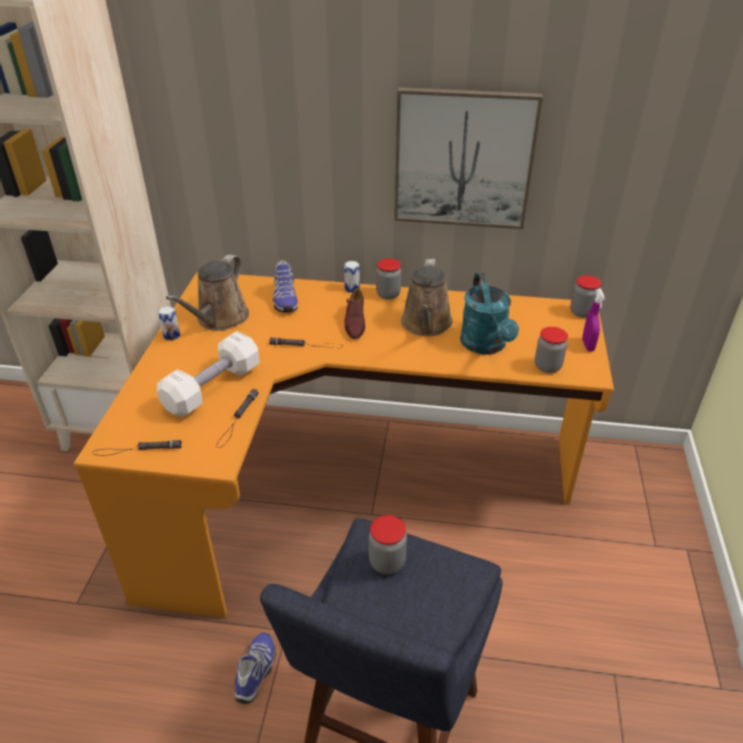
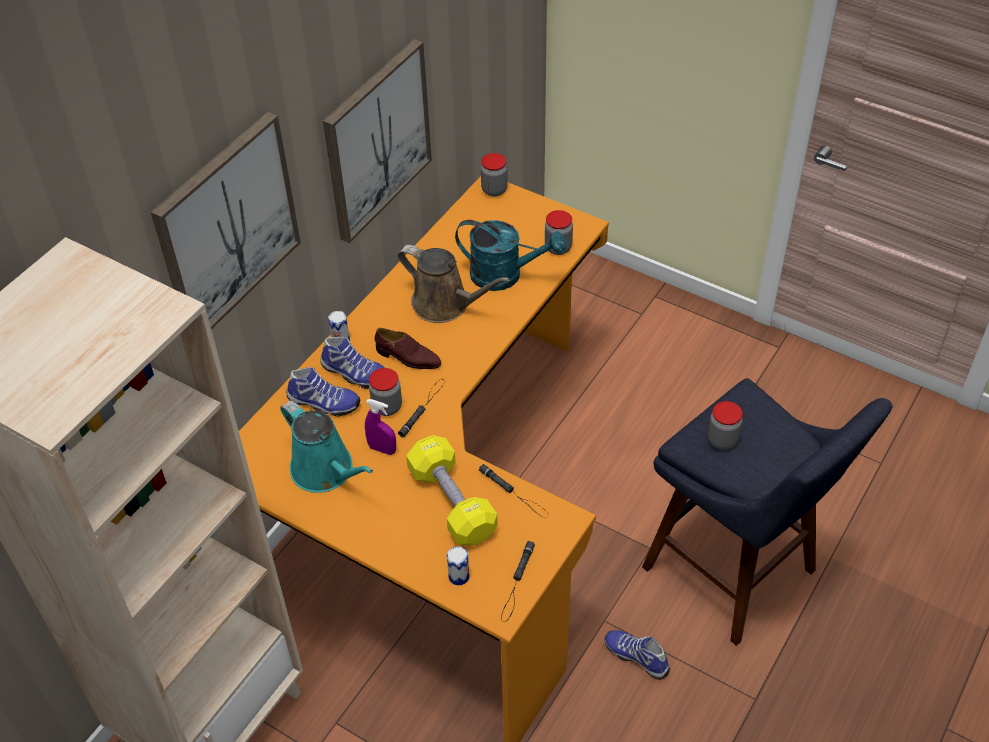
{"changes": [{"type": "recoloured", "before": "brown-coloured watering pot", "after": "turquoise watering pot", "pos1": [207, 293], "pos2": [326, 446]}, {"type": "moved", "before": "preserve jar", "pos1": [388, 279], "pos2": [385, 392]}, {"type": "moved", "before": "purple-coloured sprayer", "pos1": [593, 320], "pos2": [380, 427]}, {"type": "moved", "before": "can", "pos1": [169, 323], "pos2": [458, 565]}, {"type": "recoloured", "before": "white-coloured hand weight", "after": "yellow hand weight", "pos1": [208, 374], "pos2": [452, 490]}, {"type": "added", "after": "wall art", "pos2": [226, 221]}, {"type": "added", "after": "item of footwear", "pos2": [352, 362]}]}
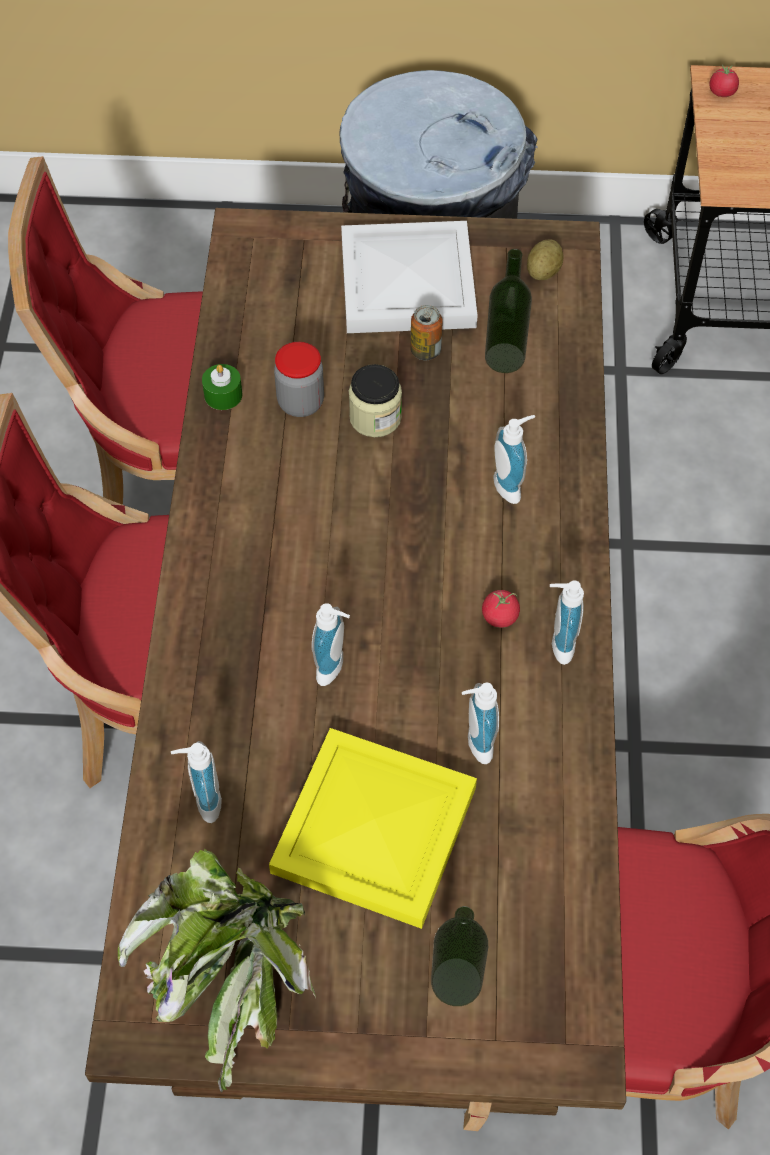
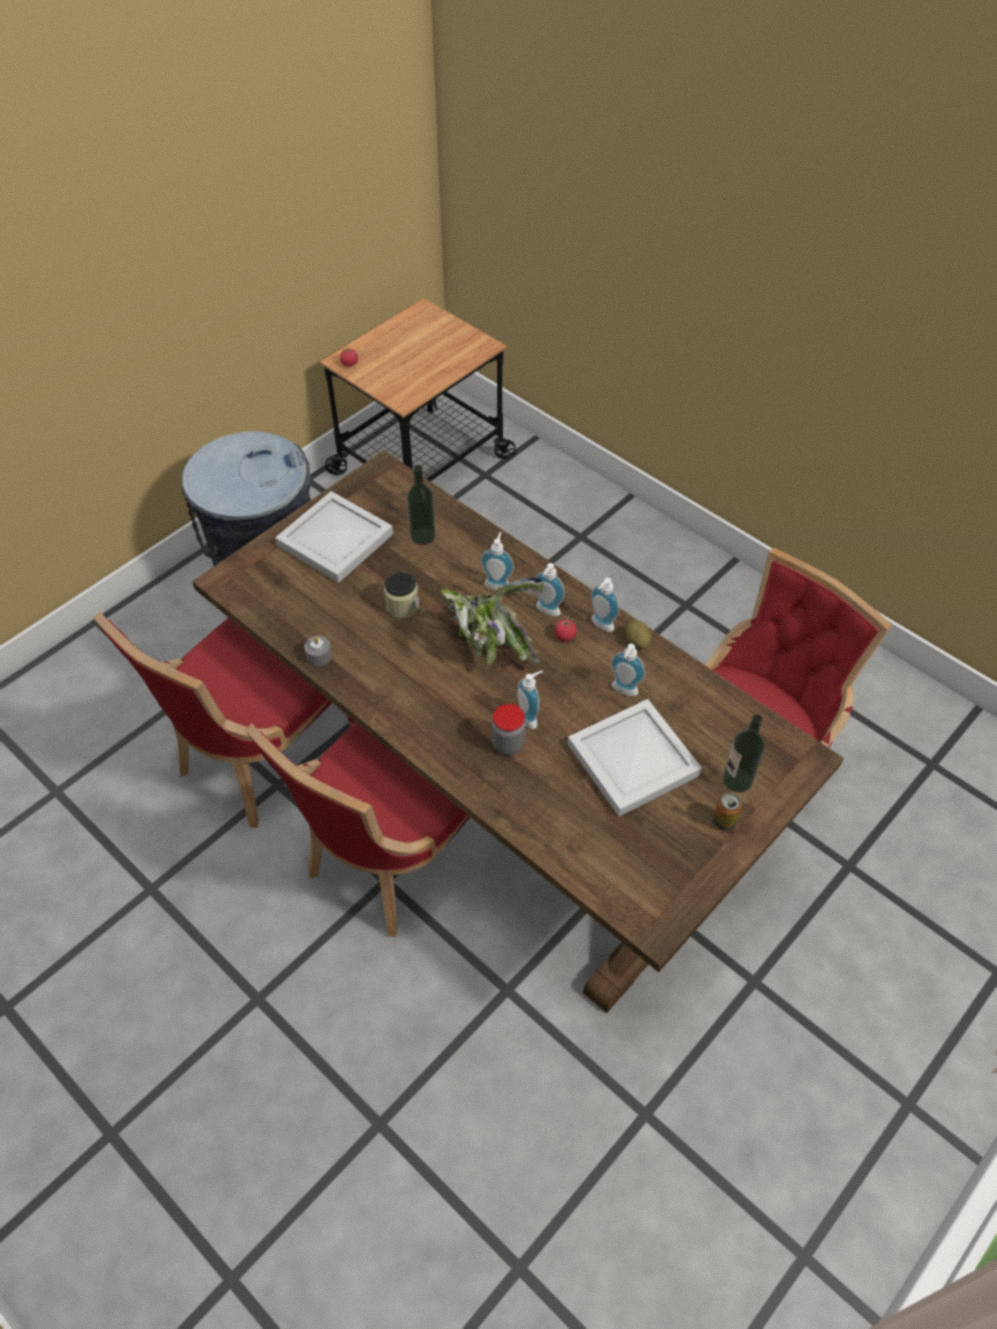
{"changes": [{"type": "moved", "before": "whole potato", "pos1": [545, 260], "pos2": [638, 634]}, {"type": "moved", "before": "can", "pos1": [426, 332], "pos2": [727, 812]}, {"type": "moved", "before": "preserve jar", "pos1": [299, 379], "pos2": [509, 729]}, {"type": "recoloured", "before": "green candle", "after": "grey candle", "pos1": [222, 387], "pos2": [318, 651]}, {"type": "recoloured", "before": "yellow tray", "after": "white-coloured tray", "pos1": [373, 828], "pos2": [635, 757]}, {"type": "moved", "before": "liquid soap bottle", "pos1": [196, 782], "pos2": [550, 589]}, {"type": "moved", "before": "houseplant", "pos1": [217, 970], "pos2": [492, 621]}]}
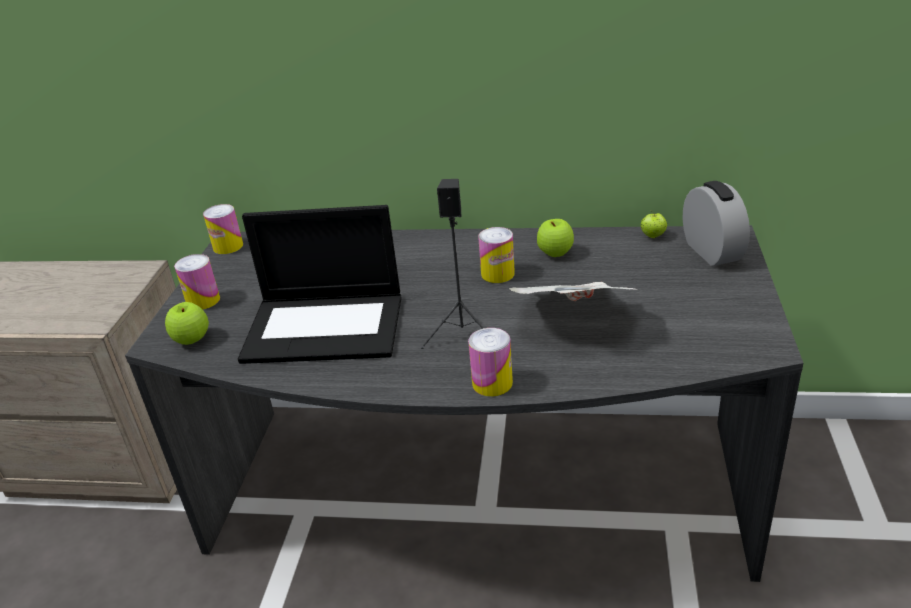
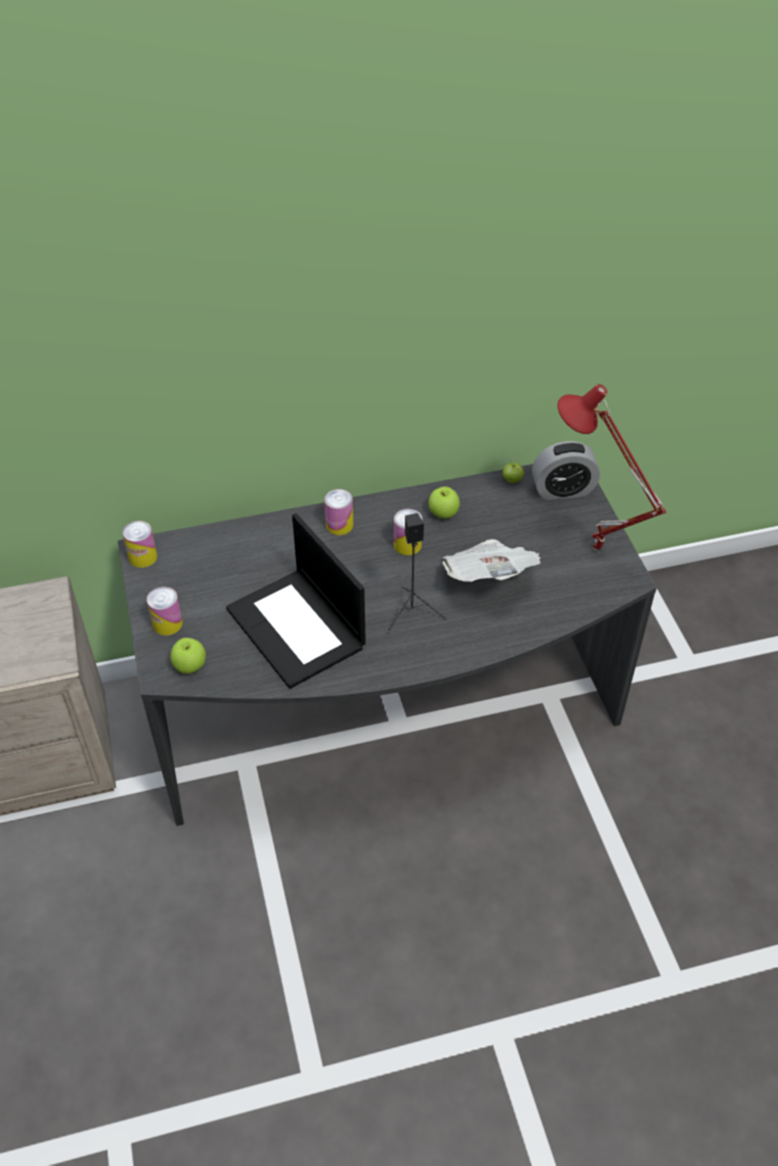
{"changes": [{"type": "turned", "before": "table clock", "pos1": [716, 223], "pos2": [566, 470], "turn": 120}, {"type": "turned", "before": "notebook computer", "pos1": [319, 284], "pos2": [296, 601], "turn": 75}, {"type": "moved", "before": "can", "pos1": [490, 362], "pos2": [338, 512]}, {"type": "added", "after": "red tabletop lamp", "pos2": [612, 468]}]}
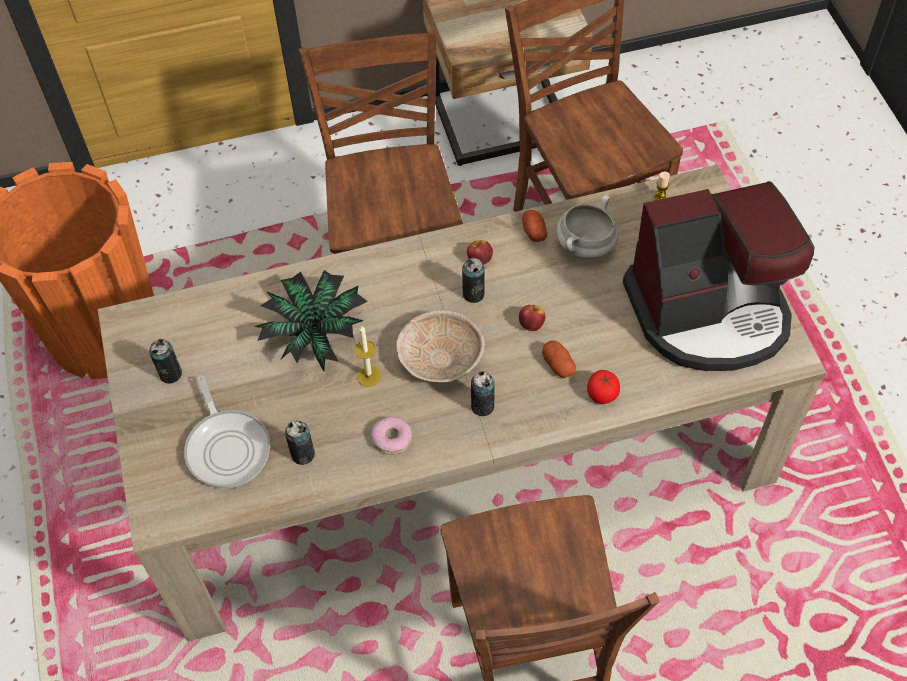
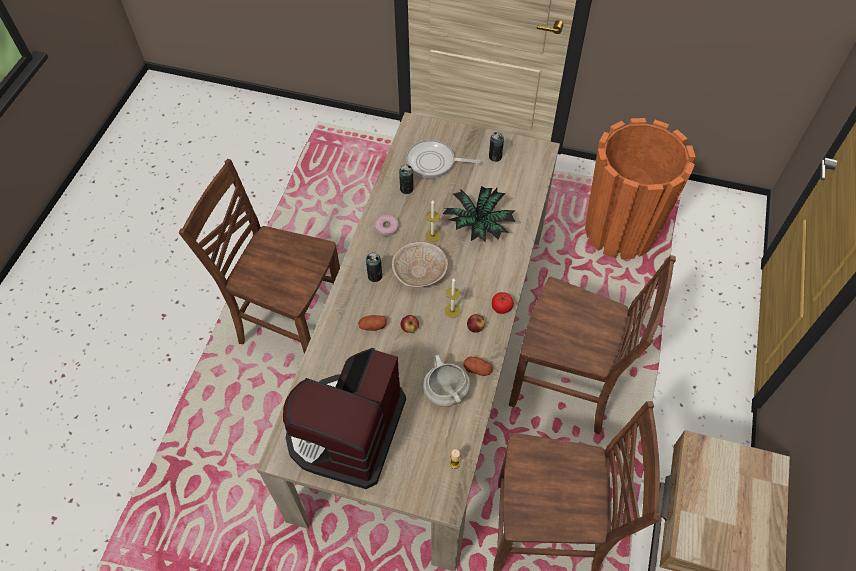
{"changes": [{"type": "replaced", "before": "can", "after": "candle", "pos1": [473, 280], "pos2": [452, 298]}, {"type": "moved", "before": "fresh tomato", "pos1": [603, 387], "pos2": [503, 303]}]}
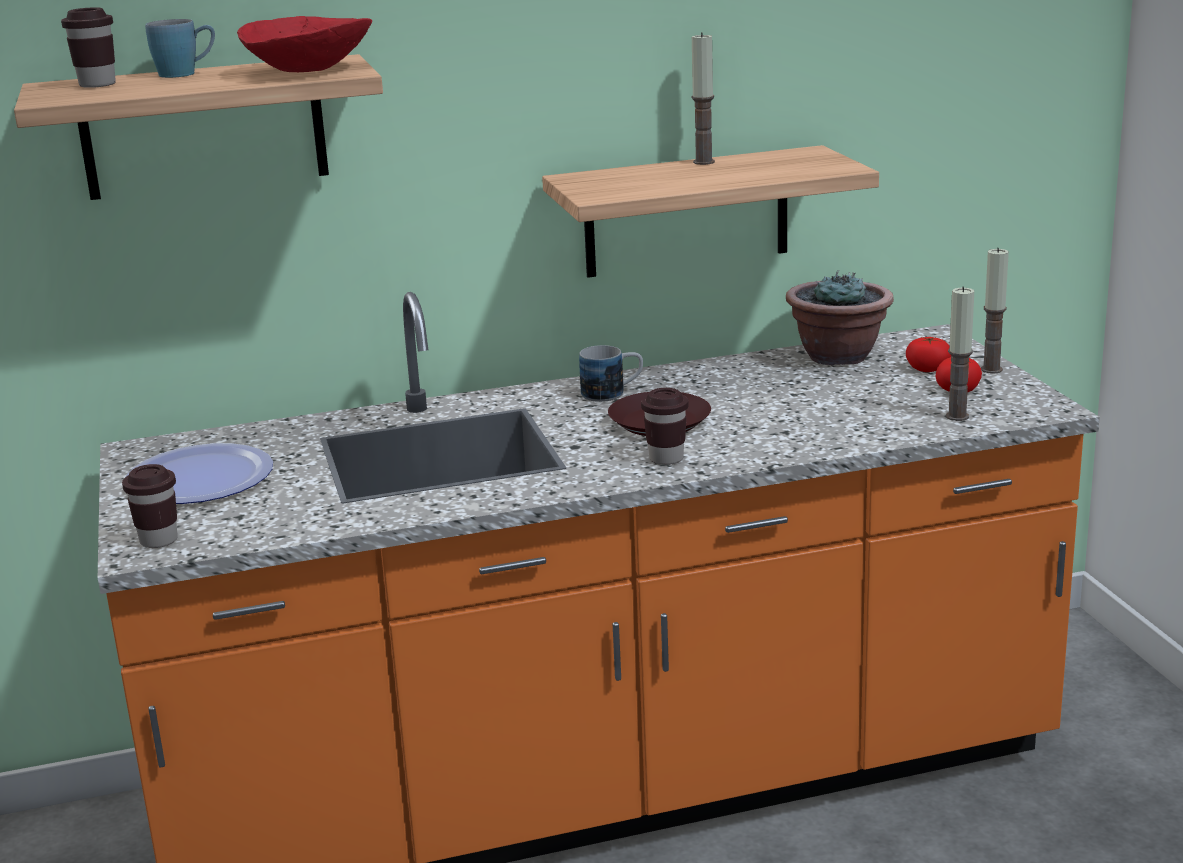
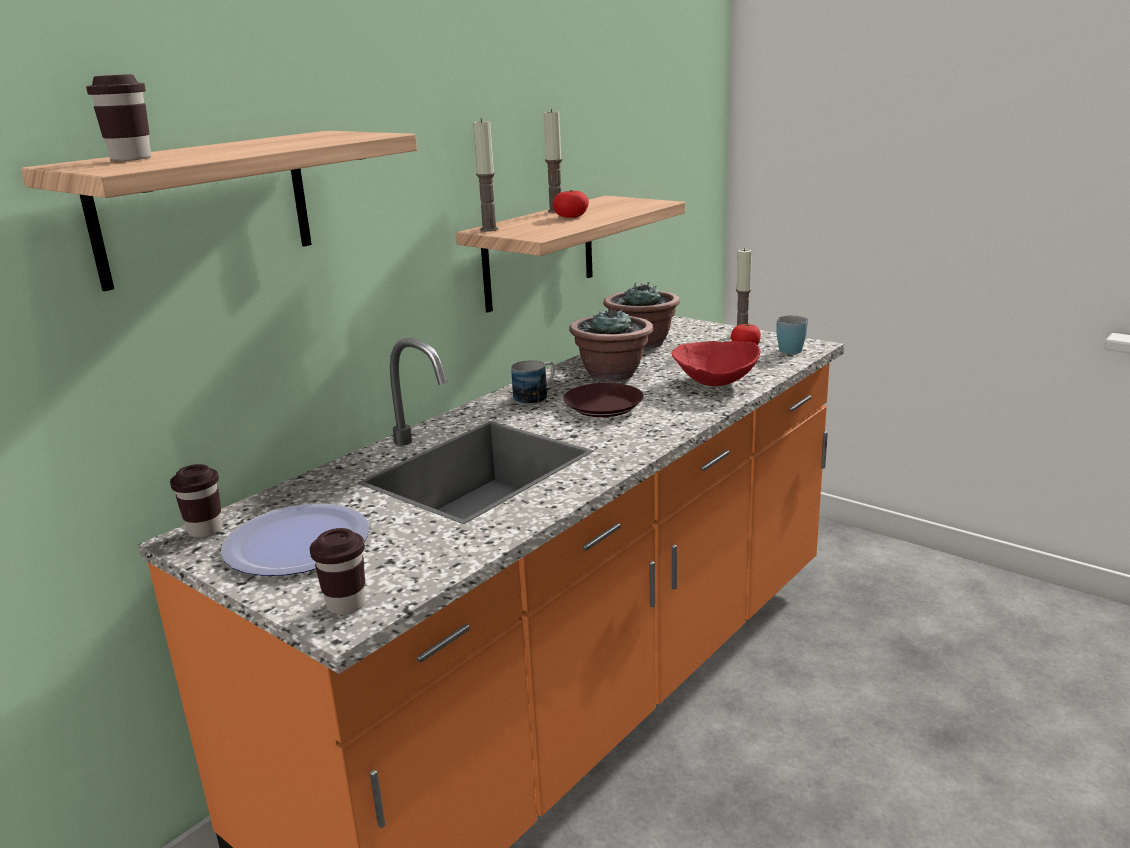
{"changes": [{"type": "moved", "before": "red deep dish", "pos1": [304, 44], "pos2": [716, 363]}, {"type": "moved", "before": "blue-coloured coffee mug", "pos1": [180, 48], "pos2": [792, 335]}, {"type": "moved", "before": "candle", "pos1": [960, 354], "pos2": [485, 175]}, {"type": "moved", "before": "fresh tomato", "pos1": [928, 354], "pos2": [571, 204]}, {"type": "moved", "before": "brown-coloured cup", "pos1": [665, 426], "pos2": [196, 501]}, {"type": "added", "after": "houseplant", "pos2": [611, 344]}]}
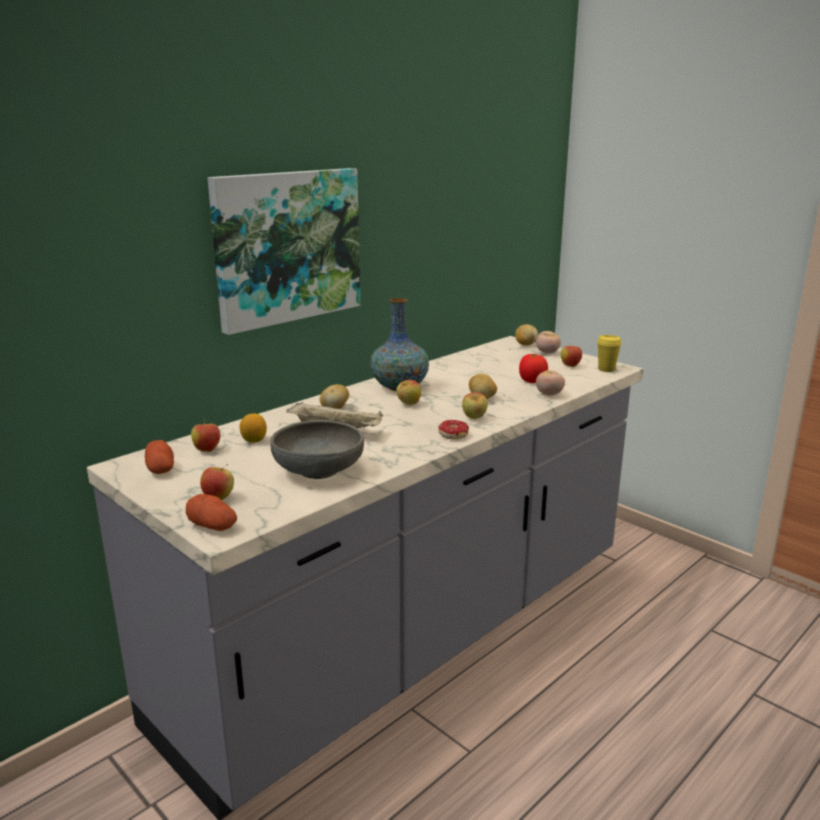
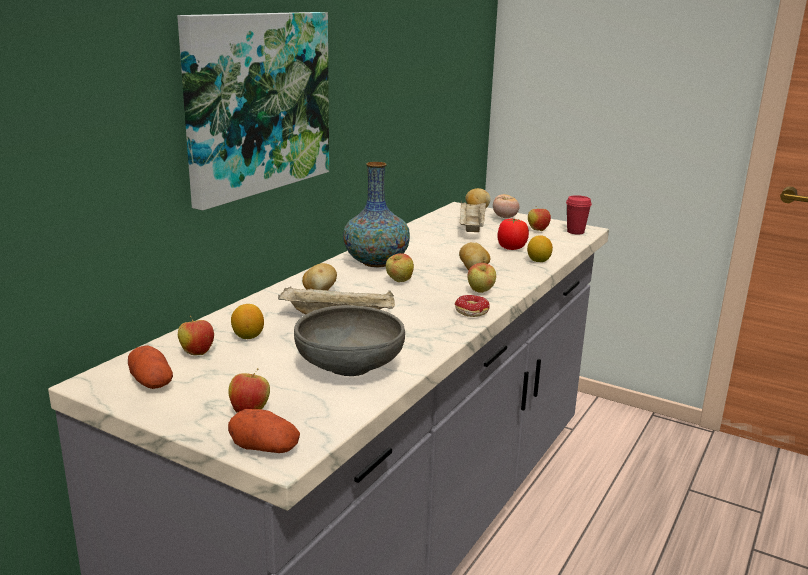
{"changes": [{"type": "recoloured", "before": "yellow cup", "after": "red cup", "pos1": [609, 353], "pos2": [579, 215]}, {"type": "replaced", "before": "fresh tomato", "after": "lemon", "pos1": [550, 383], "pos2": [540, 248]}, {"type": "added", "after": "beige-coloured tray", "pos2": [472, 216]}]}
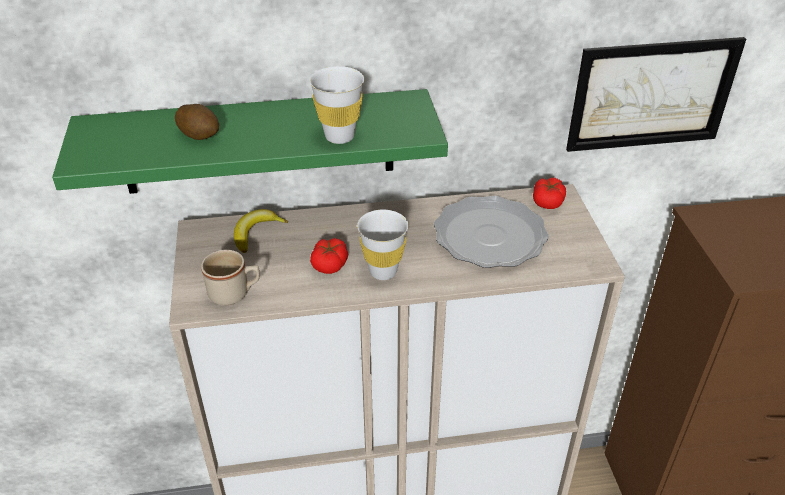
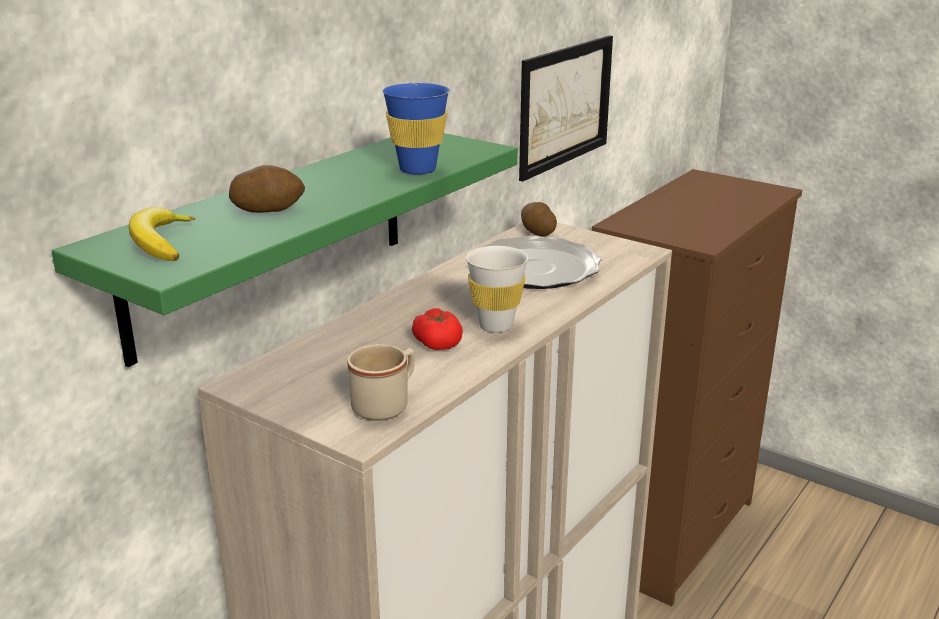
{"changes": [{"type": "recoloured", "before": "white-coloured cup", "after": "blue-coloured cup", "pos1": [336, 105], "pos2": [416, 129]}, {"type": "replaced", "before": "fresh tomato", "after": "whole potato", "pos1": [549, 193], "pos2": [539, 219]}, {"type": "moved", "before": "banana", "pos1": [261, 231], "pos2": [162, 234]}]}
